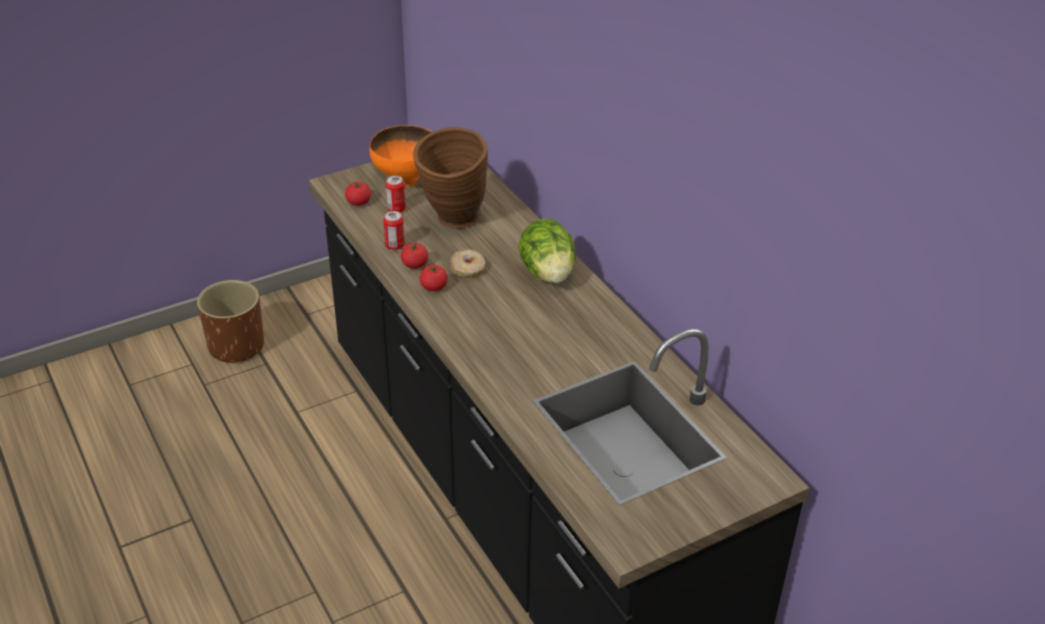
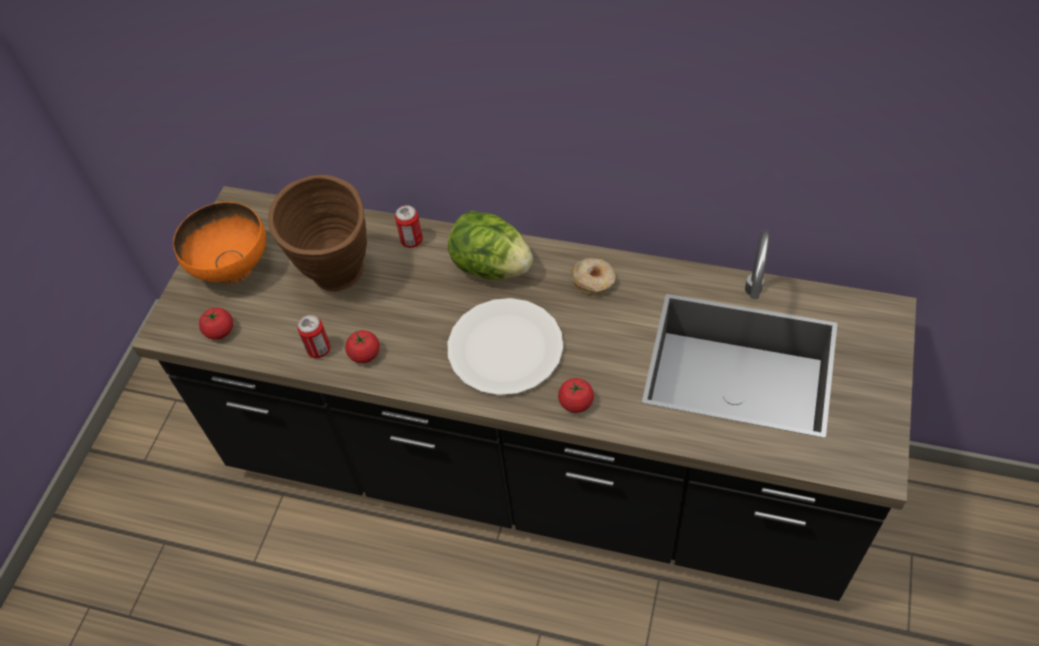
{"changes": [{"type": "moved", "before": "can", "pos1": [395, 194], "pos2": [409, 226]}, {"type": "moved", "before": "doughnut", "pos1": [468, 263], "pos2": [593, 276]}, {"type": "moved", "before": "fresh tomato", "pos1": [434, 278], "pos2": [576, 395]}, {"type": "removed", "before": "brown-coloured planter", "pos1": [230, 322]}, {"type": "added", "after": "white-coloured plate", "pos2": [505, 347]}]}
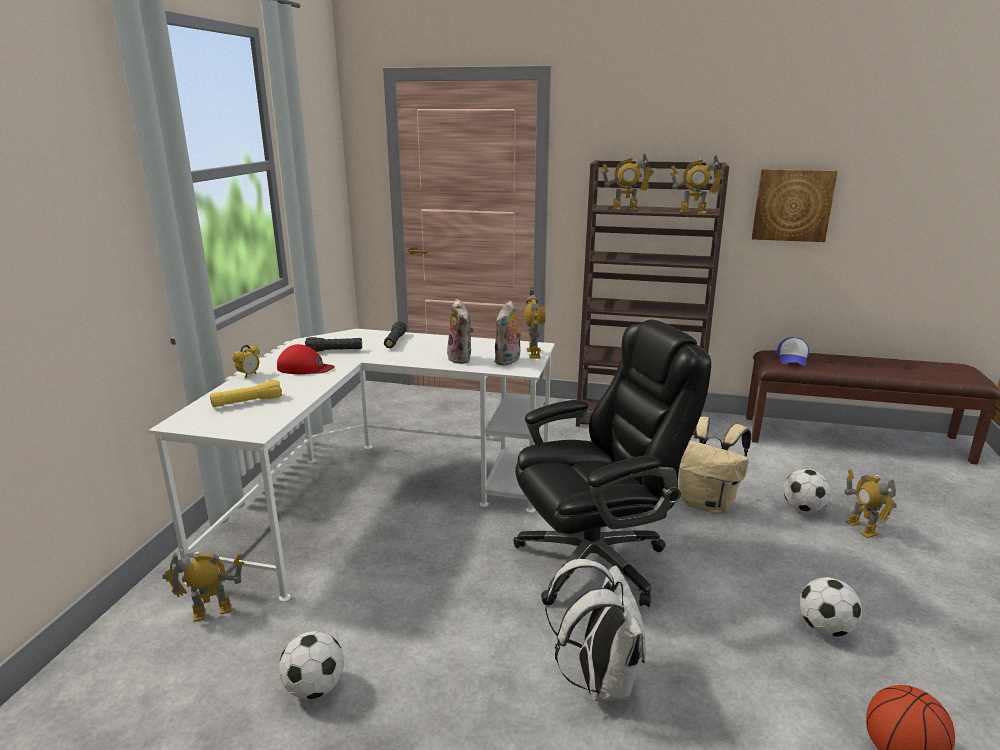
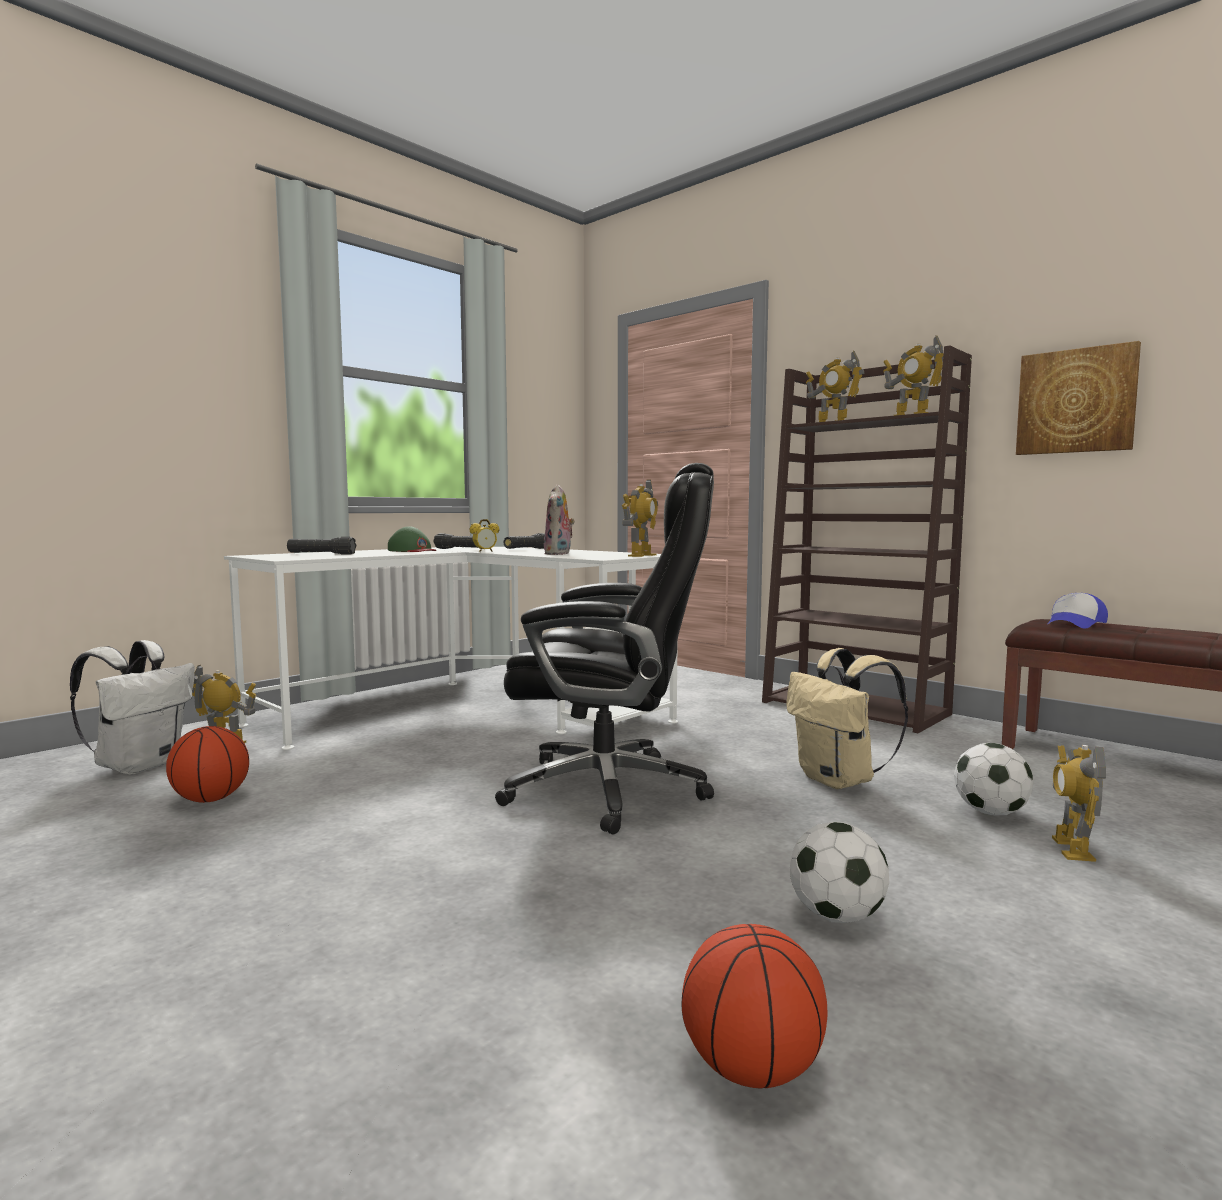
{"changes": [{"type": "removed", "before": "plush toy", "pos1": [508, 332]}, {"type": "moved", "before": "table clock", "pos1": [246, 361], "pos2": [484, 535]}, {"type": "recoloured", "before": "red cap", "after": "green cap", "pos1": [306, 359], "pos2": [412, 539]}, {"type": "recoloured", "before": "yellow hand torch", "after": "blackish hand torch", "pos1": [246, 393], "pos2": [321, 546]}, {"type": "moved", "before": "white-coloured backpack", "pos1": [595, 630], "pos2": [132, 707]}, {"type": "replaced", "before": "football ball", "after": "basketball ball", "pos1": [311, 665], "pos2": [207, 764]}]}
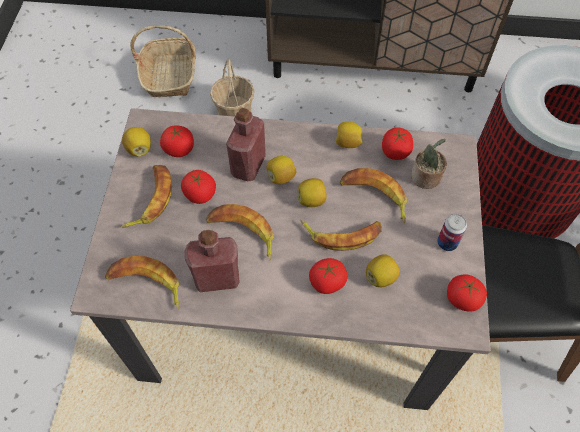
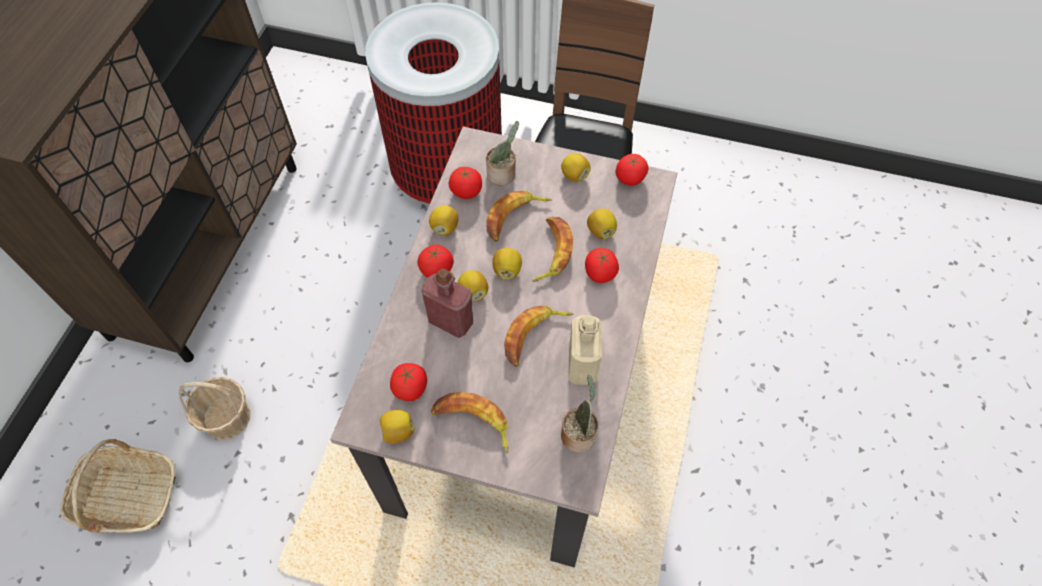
{"changes": [{"type": "moved", "before": "fresh tomato", "pos1": [198, 187], "pos2": [435, 261]}, {"type": "replaced", "before": "can", "after": "lemon", "pos1": [452, 232], "pos2": [576, 167]}, {"type": "recoloured", "before": "red beverage bottle", "after": "beige-coloured beverage bottle", "pos1": [212, 261], "pos2": [585, 350]}, {"type": "replaced", "before": "banana", "after": "houseplant", "pos1": [142, 283], "pos2": [580, 414]}]}
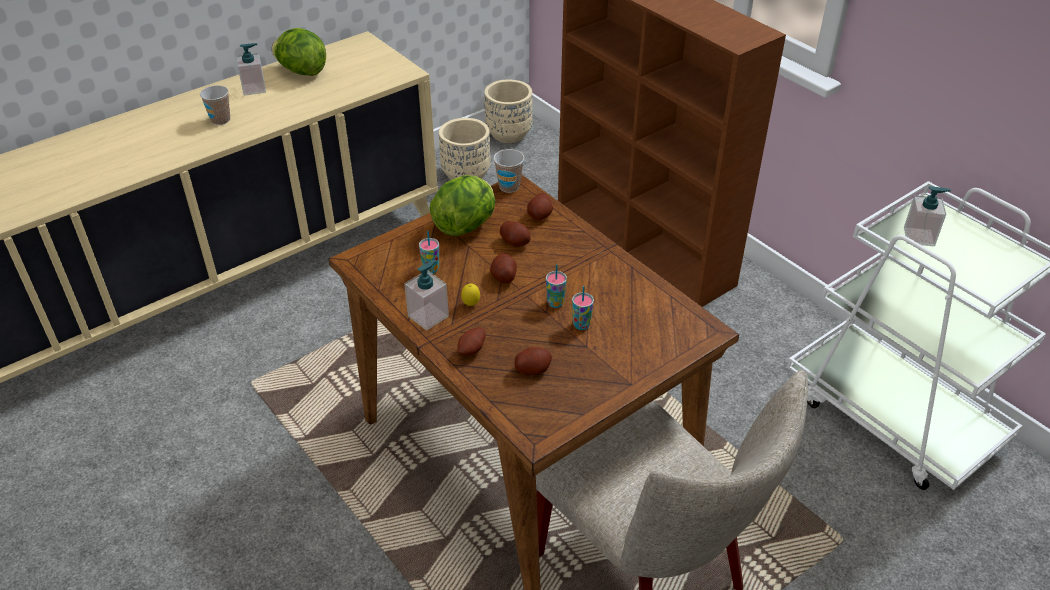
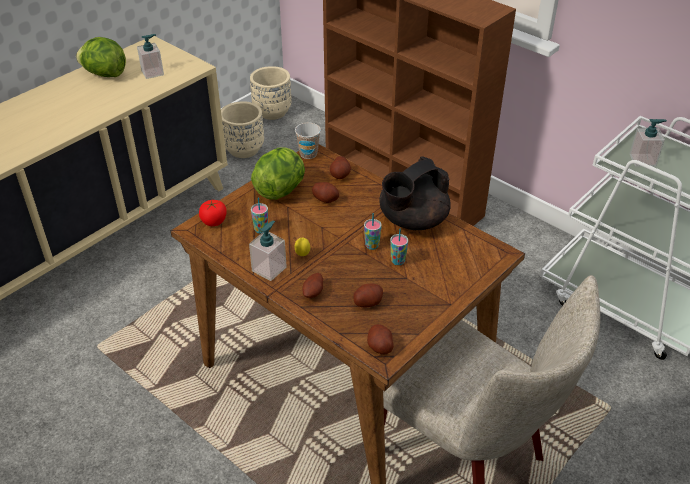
{"changes": [{"type": "moved", "before": "liquid soap bottle", "pos1": [251, 69], "pos2": [150, 56]}, {"type": "removed", "before": "cup", "pos1": [215, 105]}, {"type": "moved", "before": "whole potato", "pos1": [503, 268], "pos2": [380, 339]}, {"type": "added", "after": "blackish teapot", "pos2": [415, 193]}, {"type": "added", "after": "fresh tomato", "pos2": [213, 213]}]}
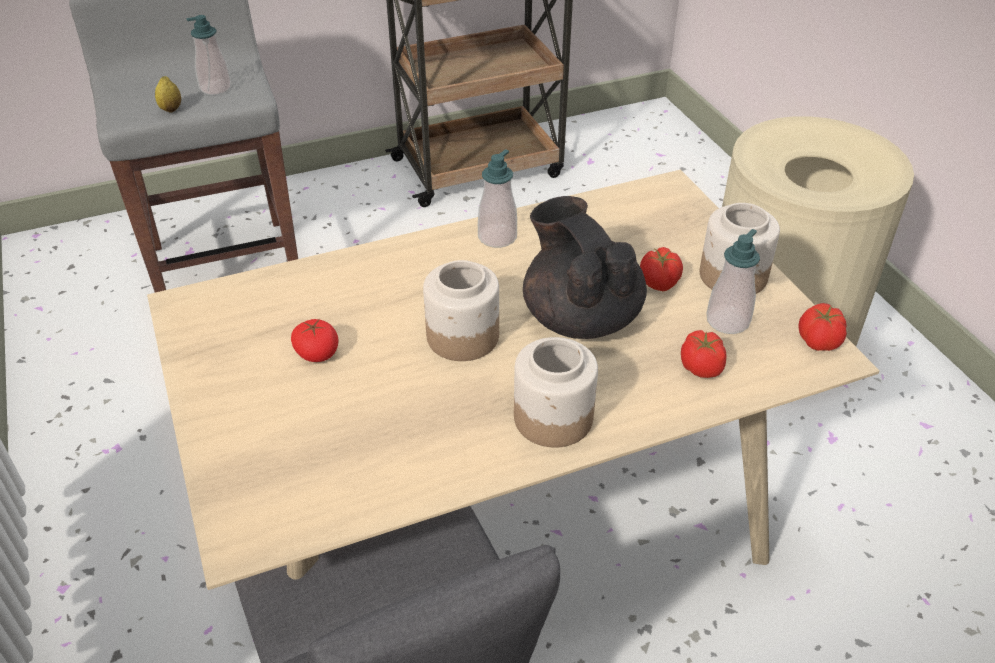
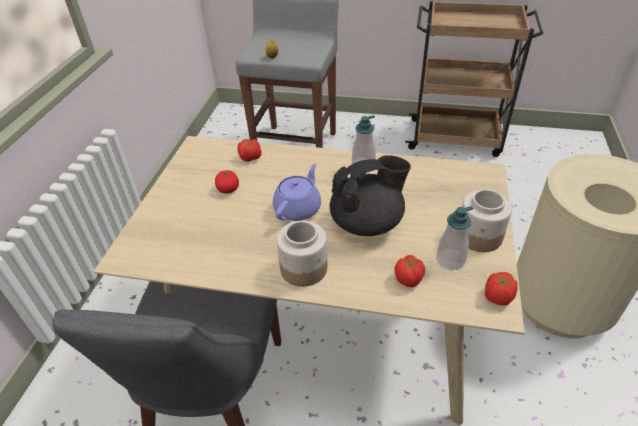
{"changes": [{"type": "removed", "before": "liquid soap bottle", "pos1": [208, 55]}, {"type": "turned", "before": "blackish teapot", "pos1": [585, 267], "pos2": [370, 195], "turn": 60}, {"type": "moved", "before": "fresh tomato", "pos1": [661, 269], "pos2": [249, 150]}, {"type": "replaced", "before": "preserve jar", "after": "purple-coloured teapot", "pos1": [461, 310], "pos2": [297, 192]}]}
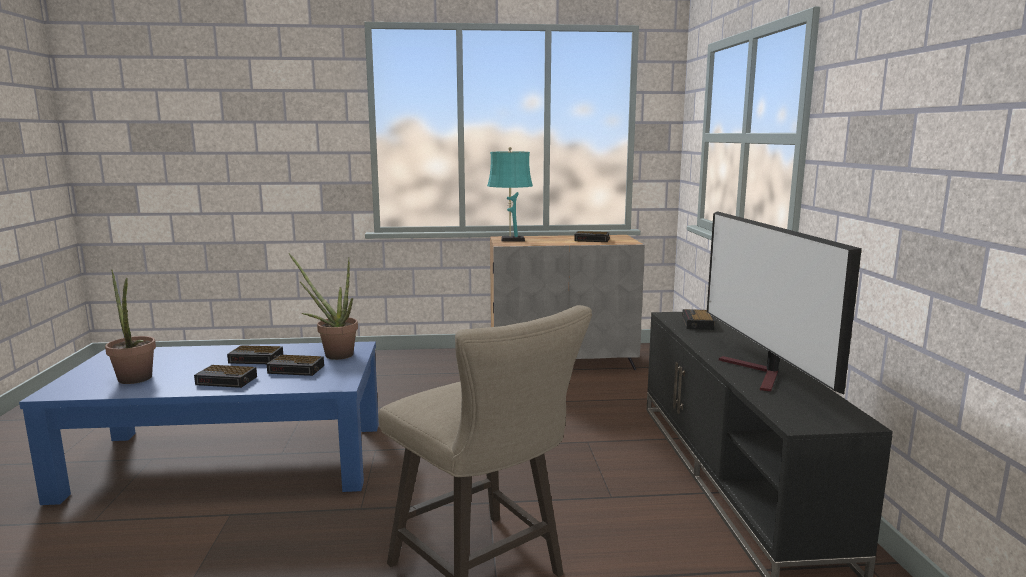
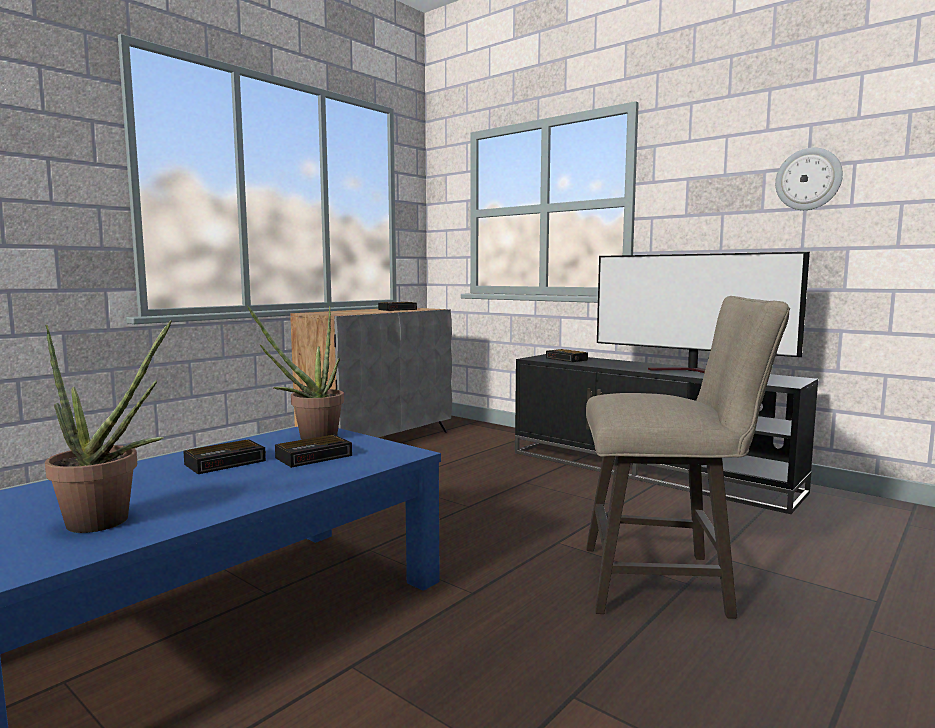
{"changes": [{"type": "removed", "before": "turquoise tabletop lamp", "pos1": [510, 194]}, {"type": "removed", "before": "table clock", "pos1": [225, 376]}, {"type": "added", "after": "wall clock", "pos2": [809, 178]}]}
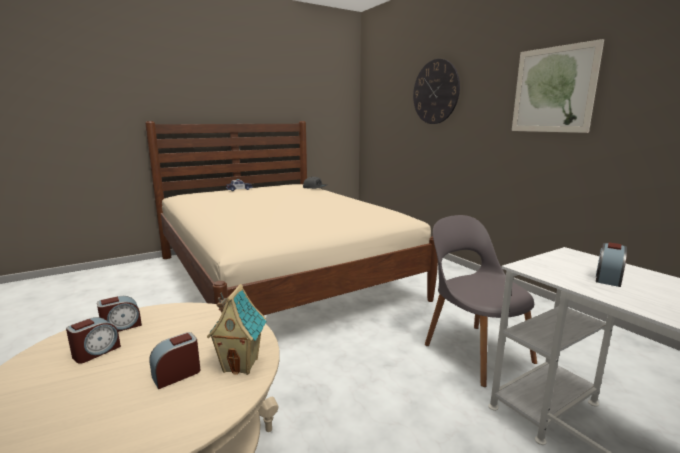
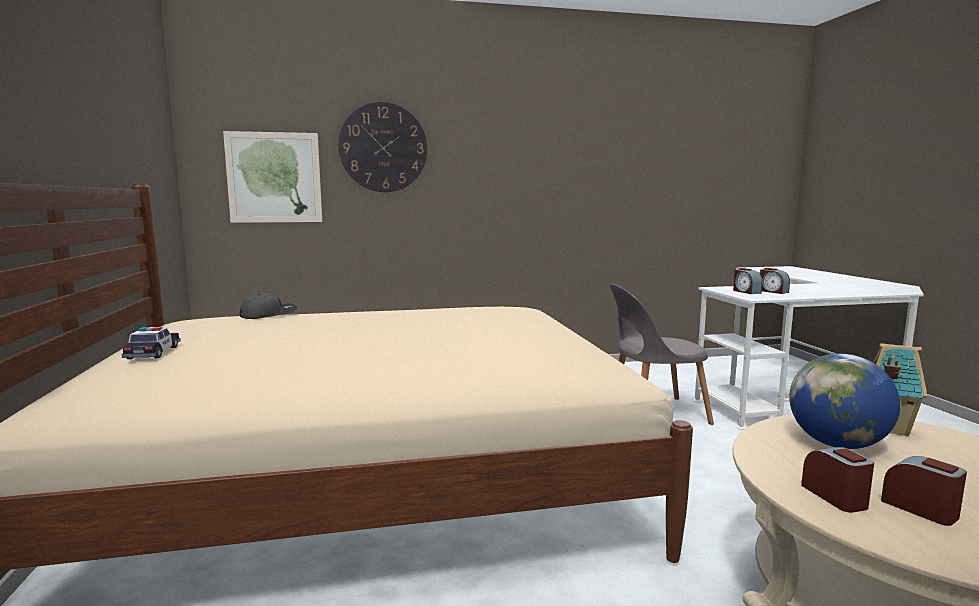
{"changes": [{"type": "moved", "before": "wall art", "pos1": [558, 86], "pos2": [272, 177]}, {"type": "moved", "before": "table clock", "pos1": [174, 360], "pos2": [747, 281]}, {"type": "added", "after": "desk globe", "pos2": [844, 401]}]}
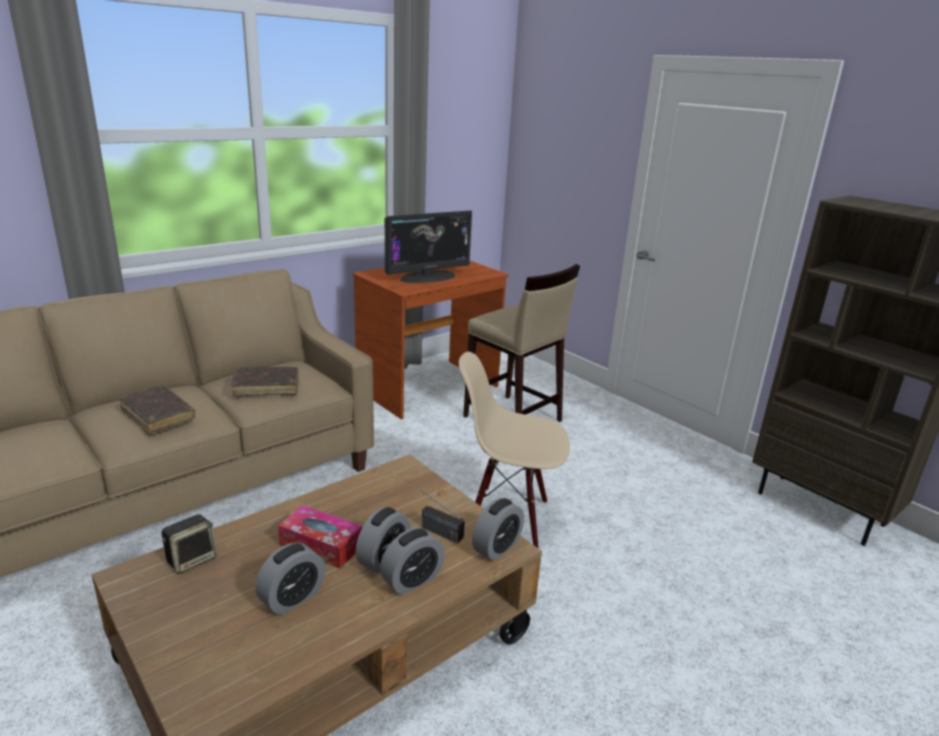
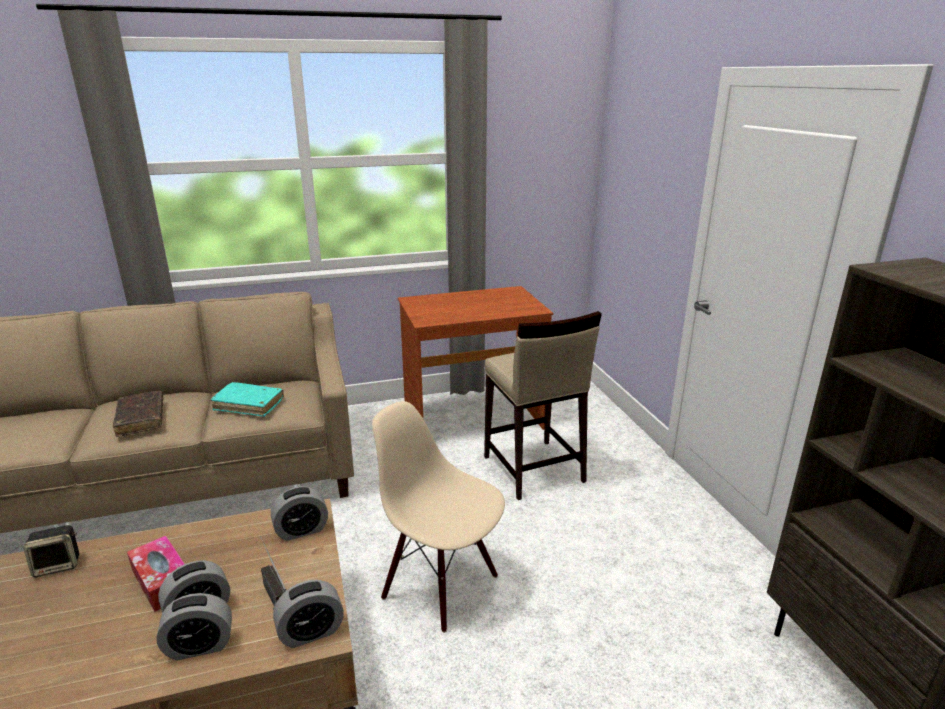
{"changes": [{"type": "removed", "before": "computer screen", "pos1": [428, 246]}, {"type": "recoloured", "before": "brown-coloured book", "after": "turquoise book", "pos1": [265, 382], "pos2": [247, 399]}, {"type": "moved", "before": "table clock", "pos1": [290, 579], "pos2": [299, 513]}]}
